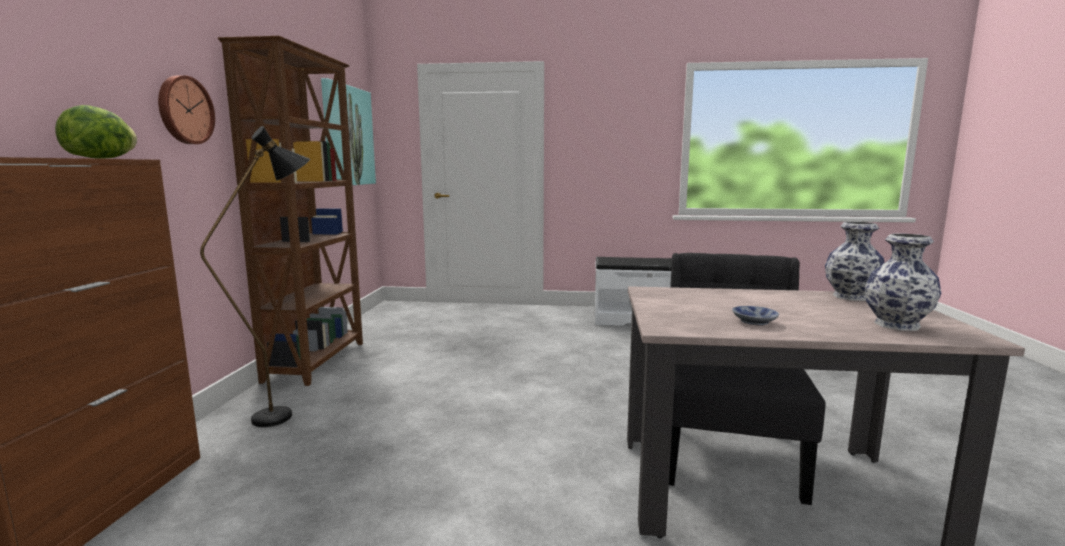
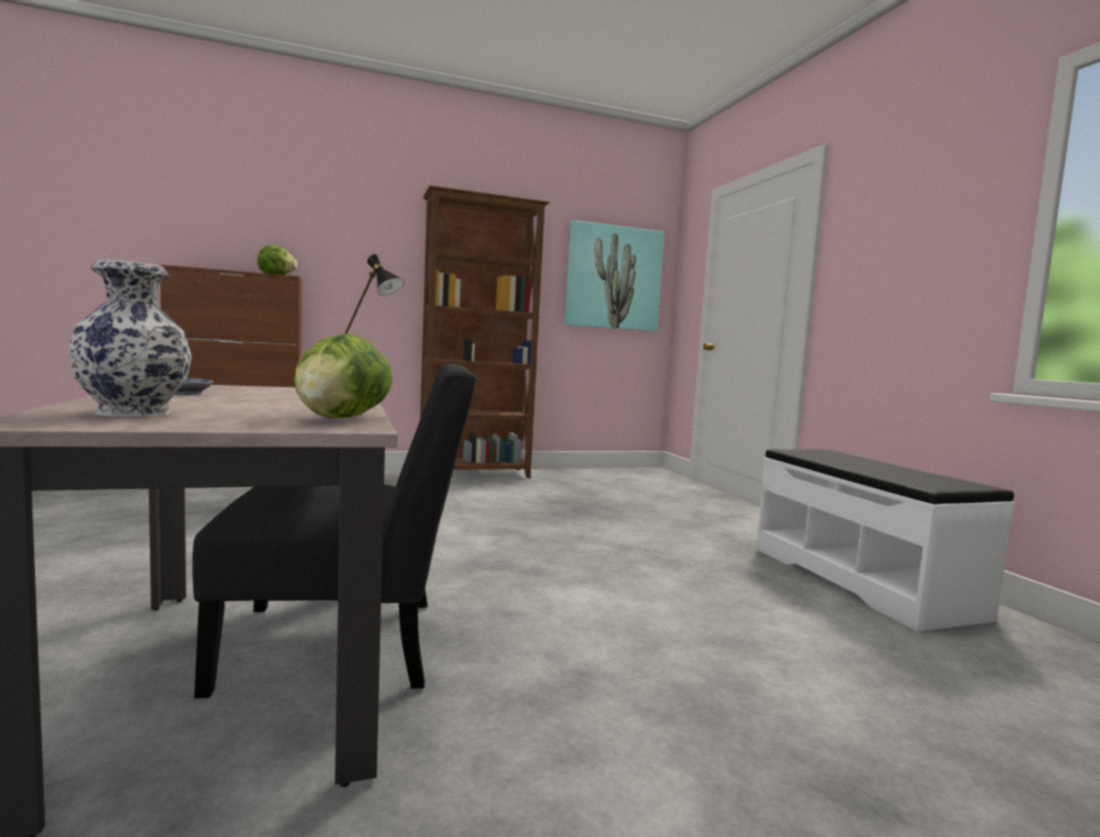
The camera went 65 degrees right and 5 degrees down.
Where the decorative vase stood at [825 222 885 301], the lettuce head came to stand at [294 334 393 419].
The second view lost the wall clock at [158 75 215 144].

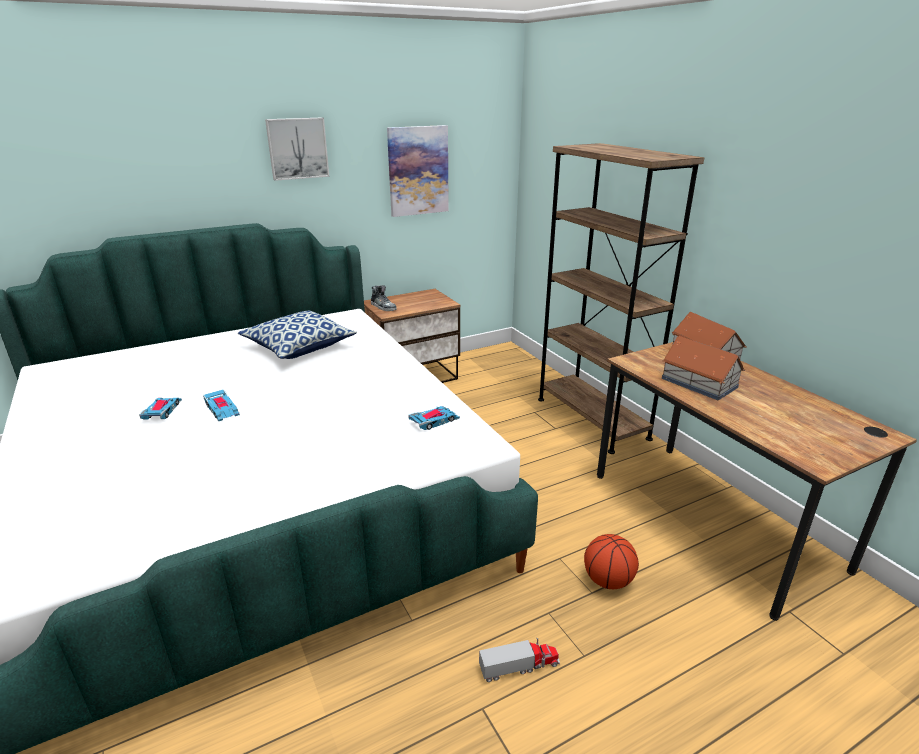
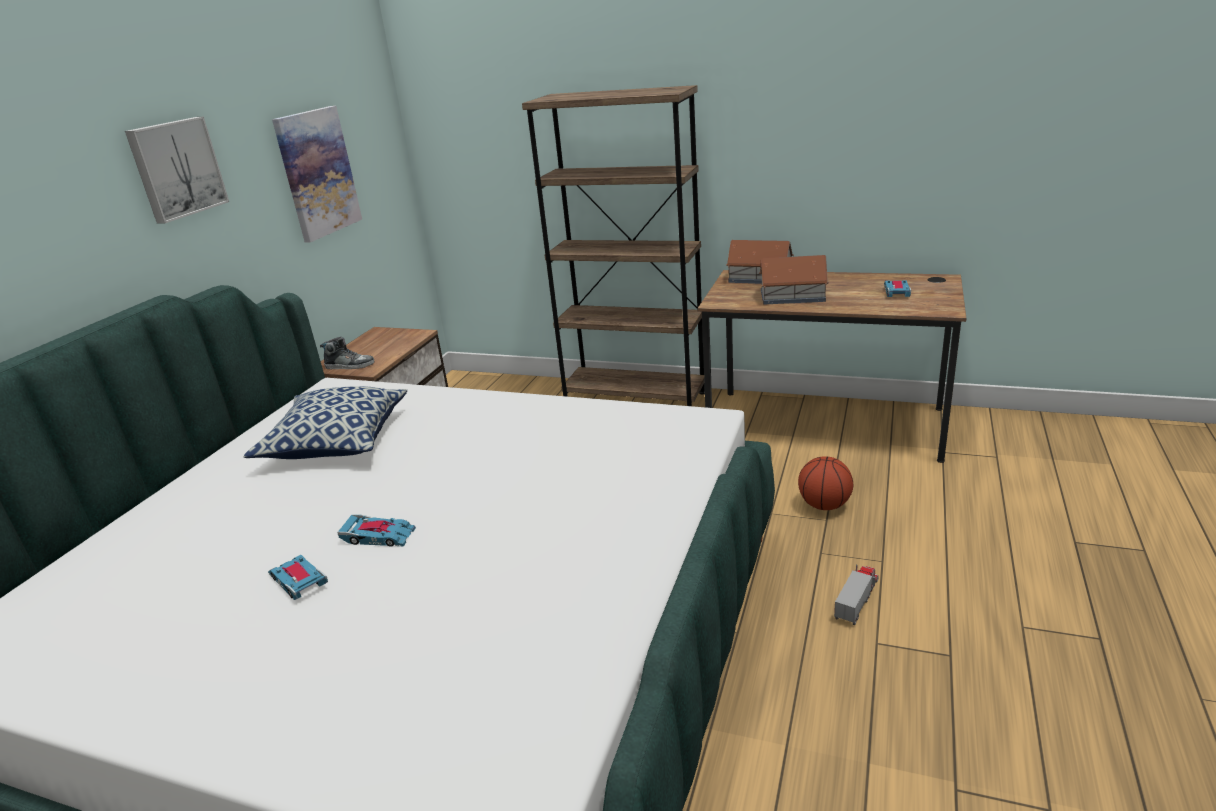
The camera went 40 degrees left and 0 degrees up.
The miniature car ended up elsewhere, having gone from [408 406 460 430] to [884 280 911 297].

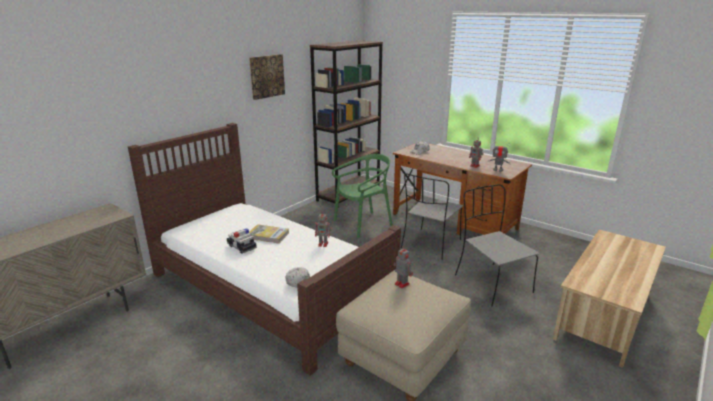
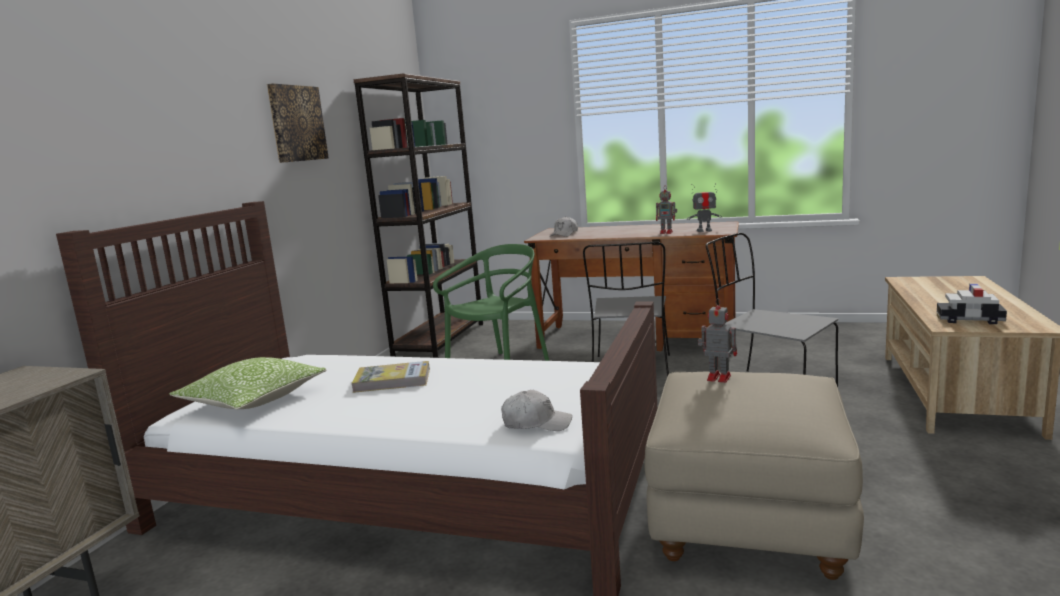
The camera went 20 degrees left and 10 degrees down.
The second view gained the cushion at [169 357 327 410].
The miniature car ended up elsewhere, having gone from [227 228 257 253] to [937 284 1007 324].
The second view lost the model robot at [315 214 332 247].

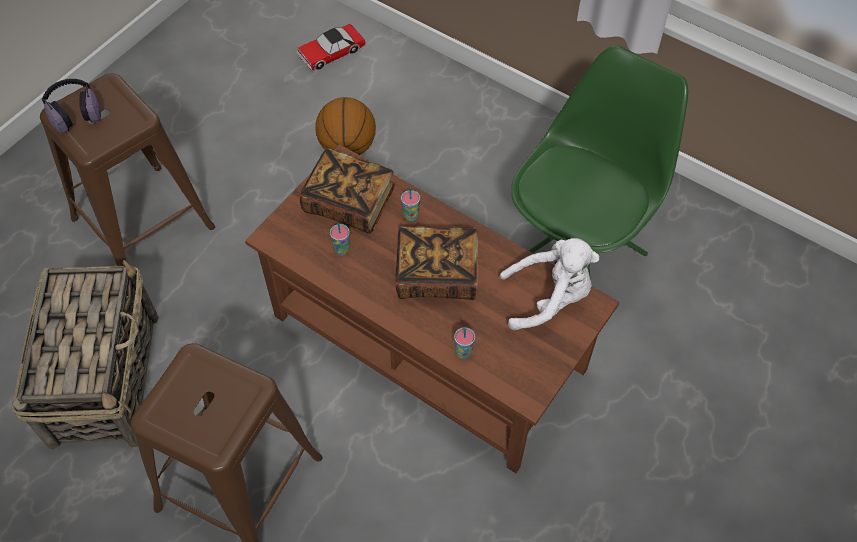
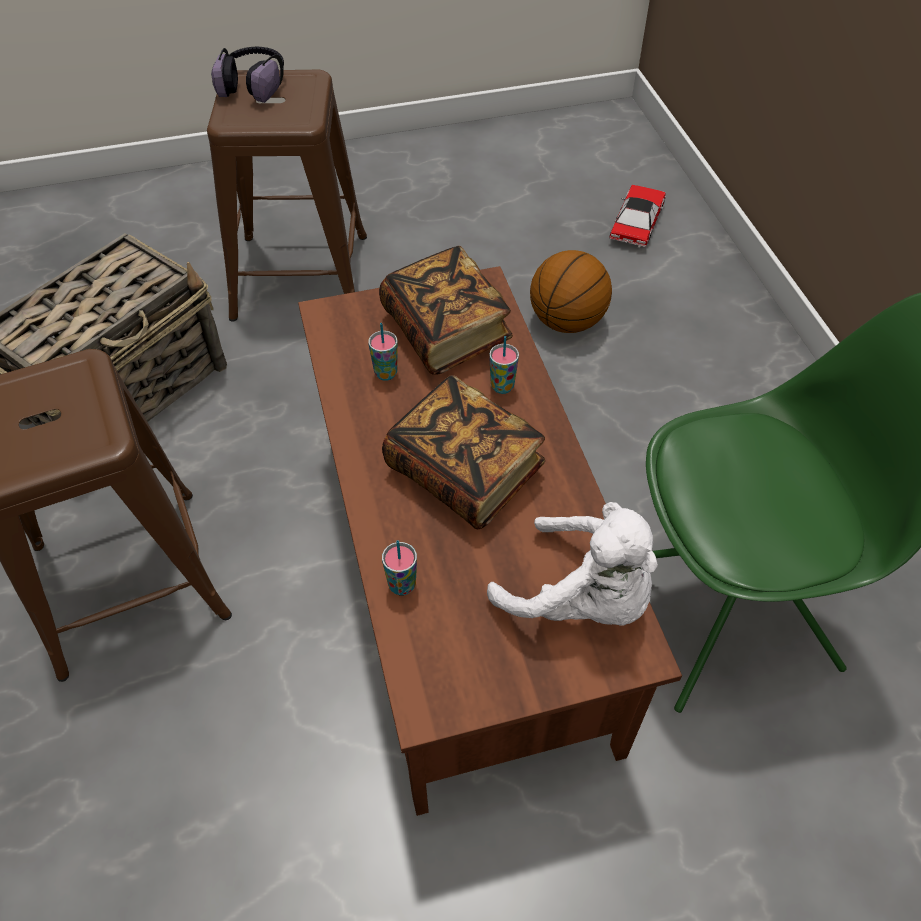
The camera went 40 degrees right and 5 degrees down.
The miniature car at [296 24 366 71] ended up facing another way, 105 degrees clockwise from before.

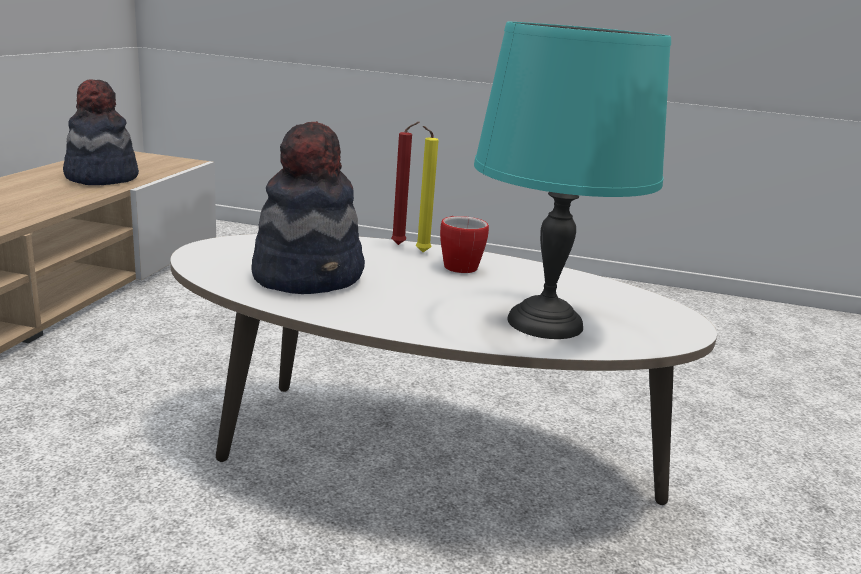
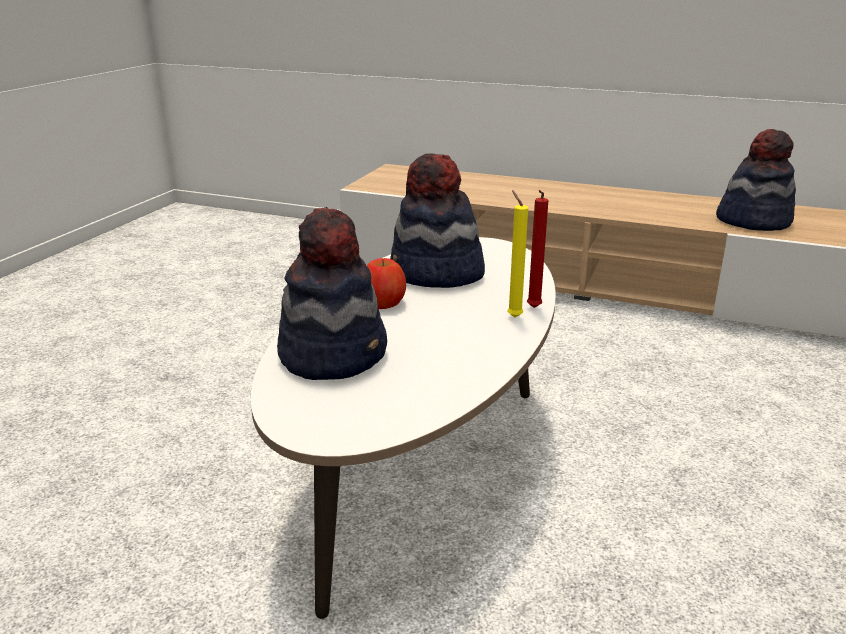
The camera went 100 degrees right and 5 degrees up.
Where the turquoise-coloured lamp for a table stood at [474 22 671 339], the clothing hat came to stand at [277 207 387 380].
The second view gained the whole apple at [367 258 406 309].
The second view lost the coffee mug at [440 216 489 273].

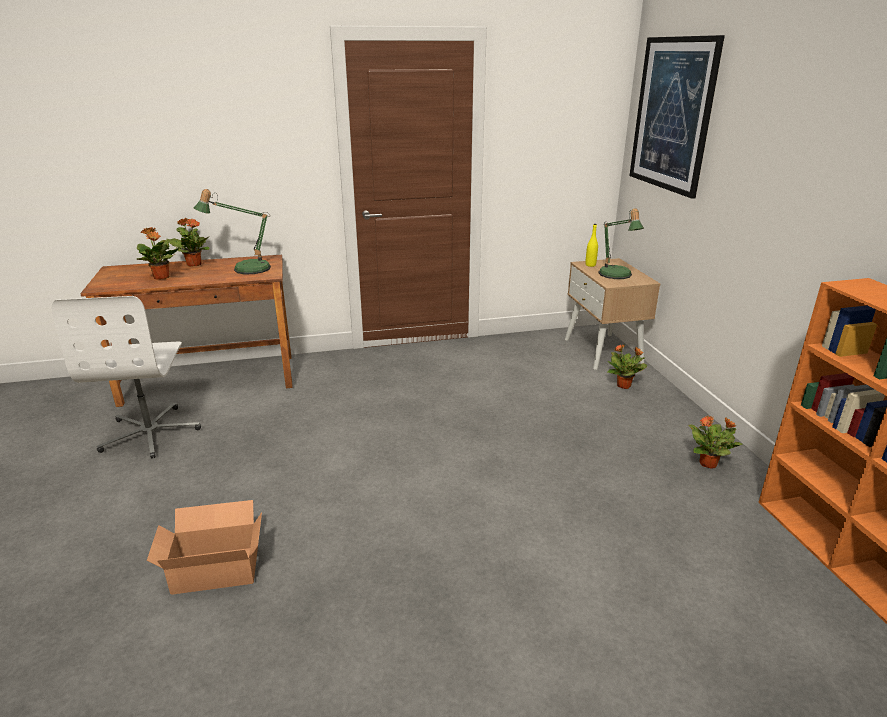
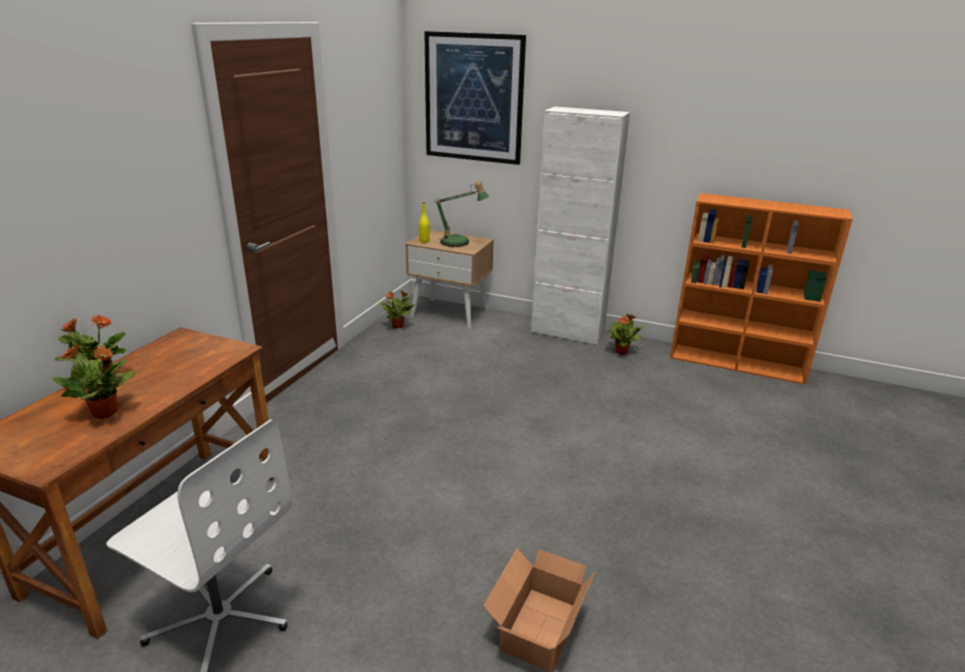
The camera went 55 degrees left and 0 degrees up.
The potted plant ended up elsewhere, having gone from [608 344 647 389] to [380 291 415 328].
The second view gained the white storage cabinet at [531 107 630 345].
The second view lost the lamp for a table at [194 189 271 274].

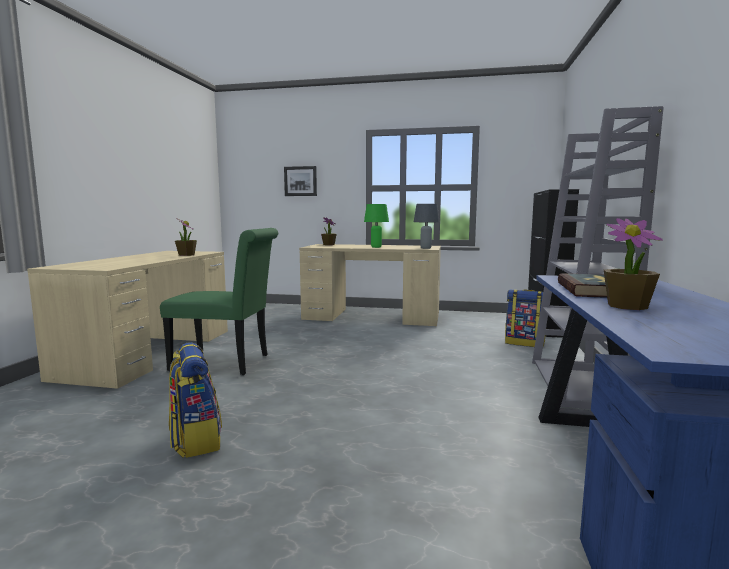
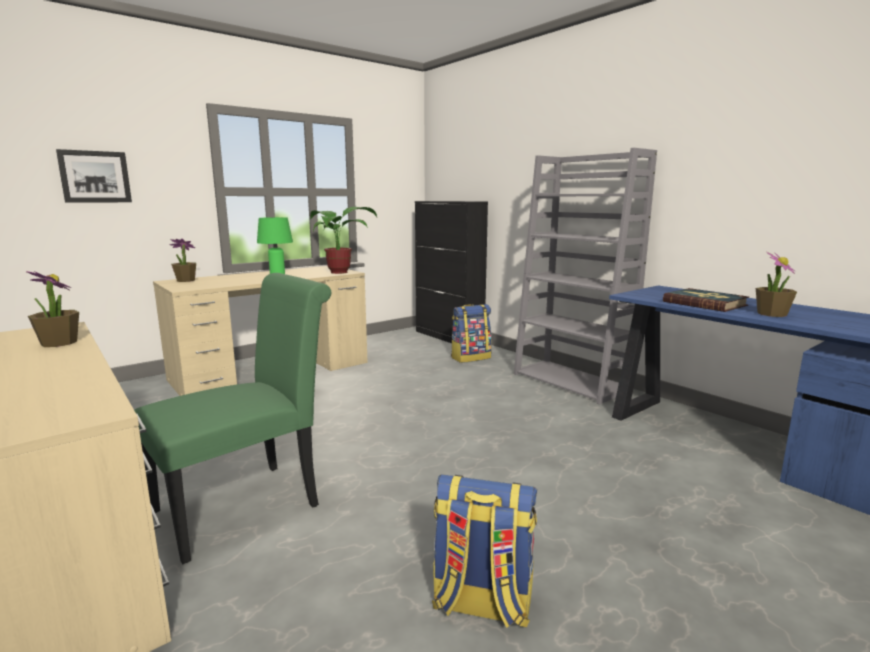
The camera went 50 degrees left and 5 degrees up.
Where the gray lamp for a table stood at [414 204 440 249], the potted plant came to stand at [310 207 377 274].

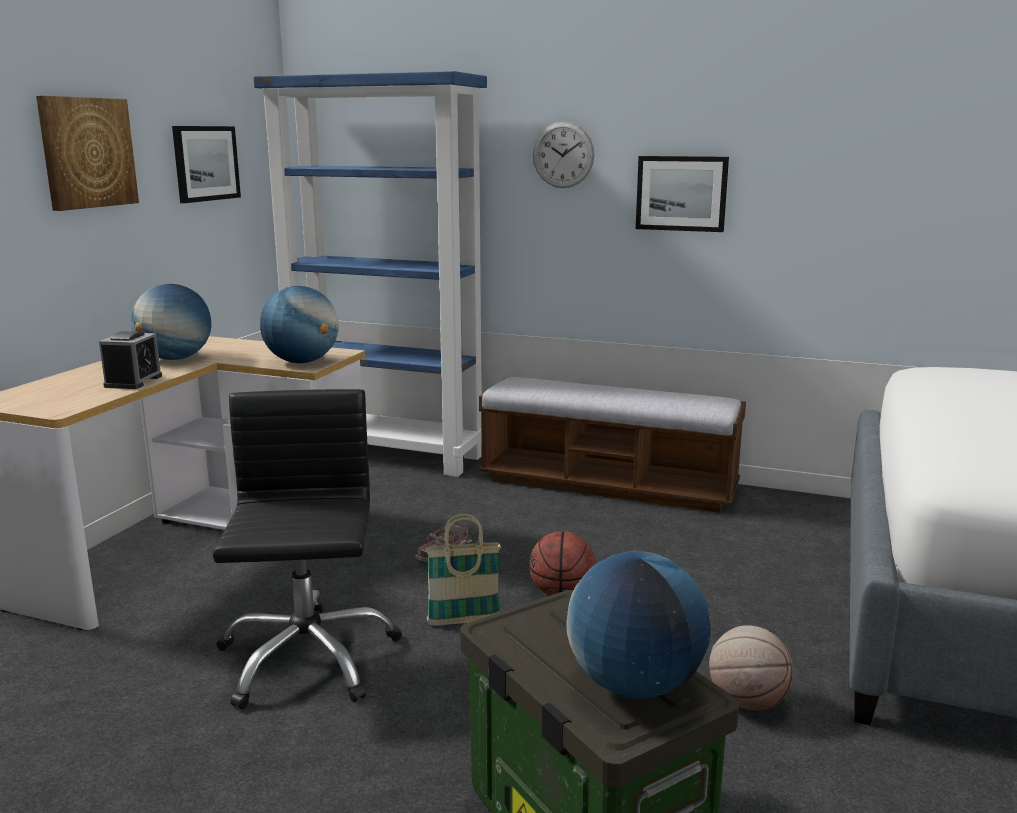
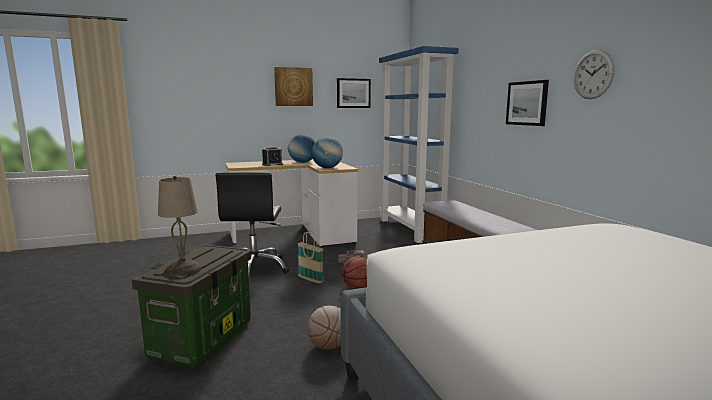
The camera went 50 degrees right and 5 degrees down.
Where the globe stood at [566 551 711 699], the beige-coloured lamp for a table came to stand at [158 176 201 276].
The black-coloured office chair at [212 389 402 709] ended up facing another way, 135 degrees clockwise from before.
The wall clock ended up elsewhere, having gone from [533 122 595 188] to [574 50 615 99].

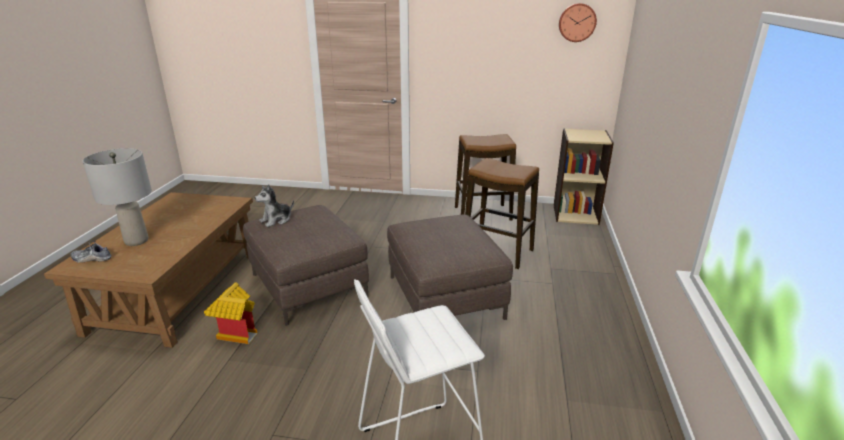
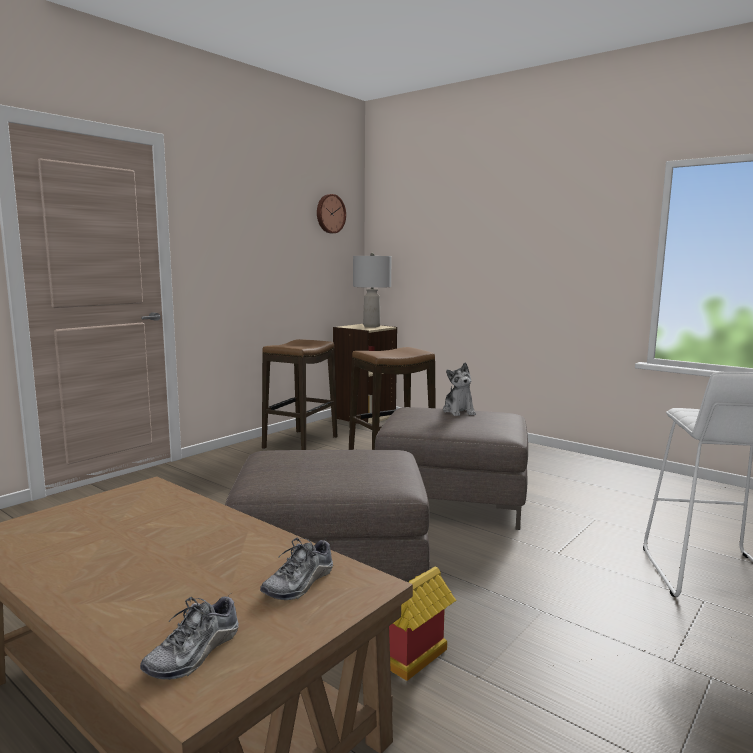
The camera went 60 degrees left and 15 degrees down.
The second view gained the shoe at [260 537 333 600].
The gray lamp for a table ended up elsewhere, having gone from [83 148 152 246] to [353 253 392 327].
The plush toy ended up elsewhere, having gone from [255 184 294 227] to [443 362 476 416].

